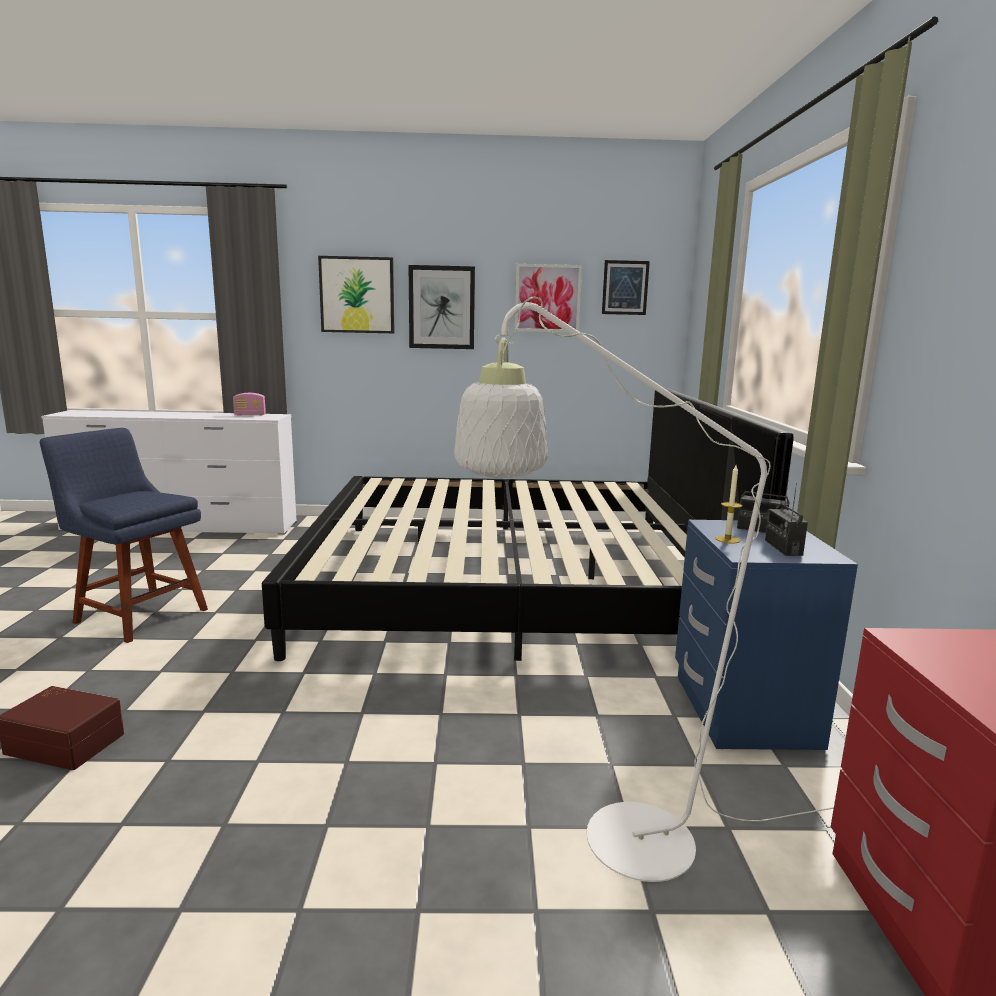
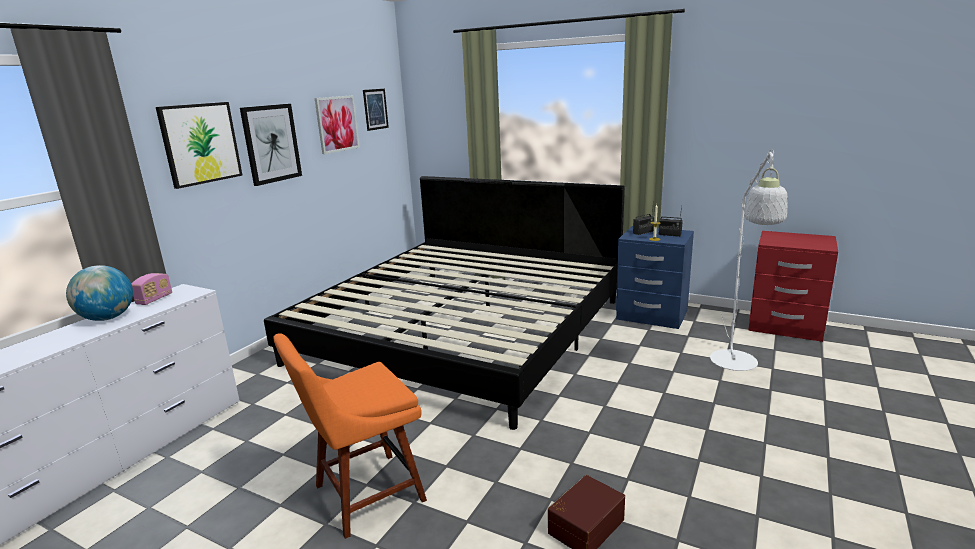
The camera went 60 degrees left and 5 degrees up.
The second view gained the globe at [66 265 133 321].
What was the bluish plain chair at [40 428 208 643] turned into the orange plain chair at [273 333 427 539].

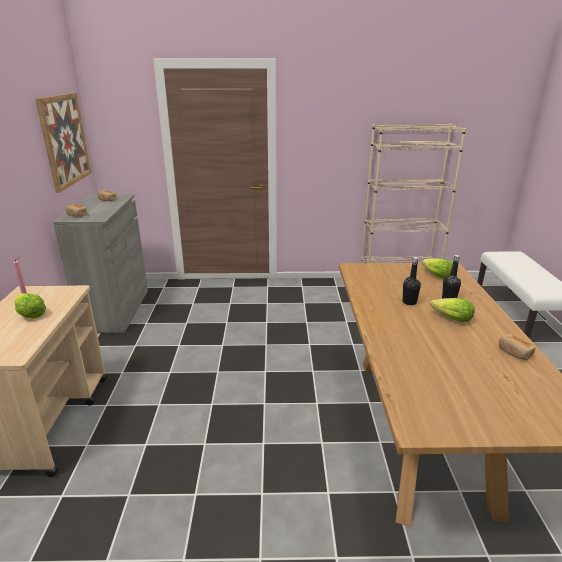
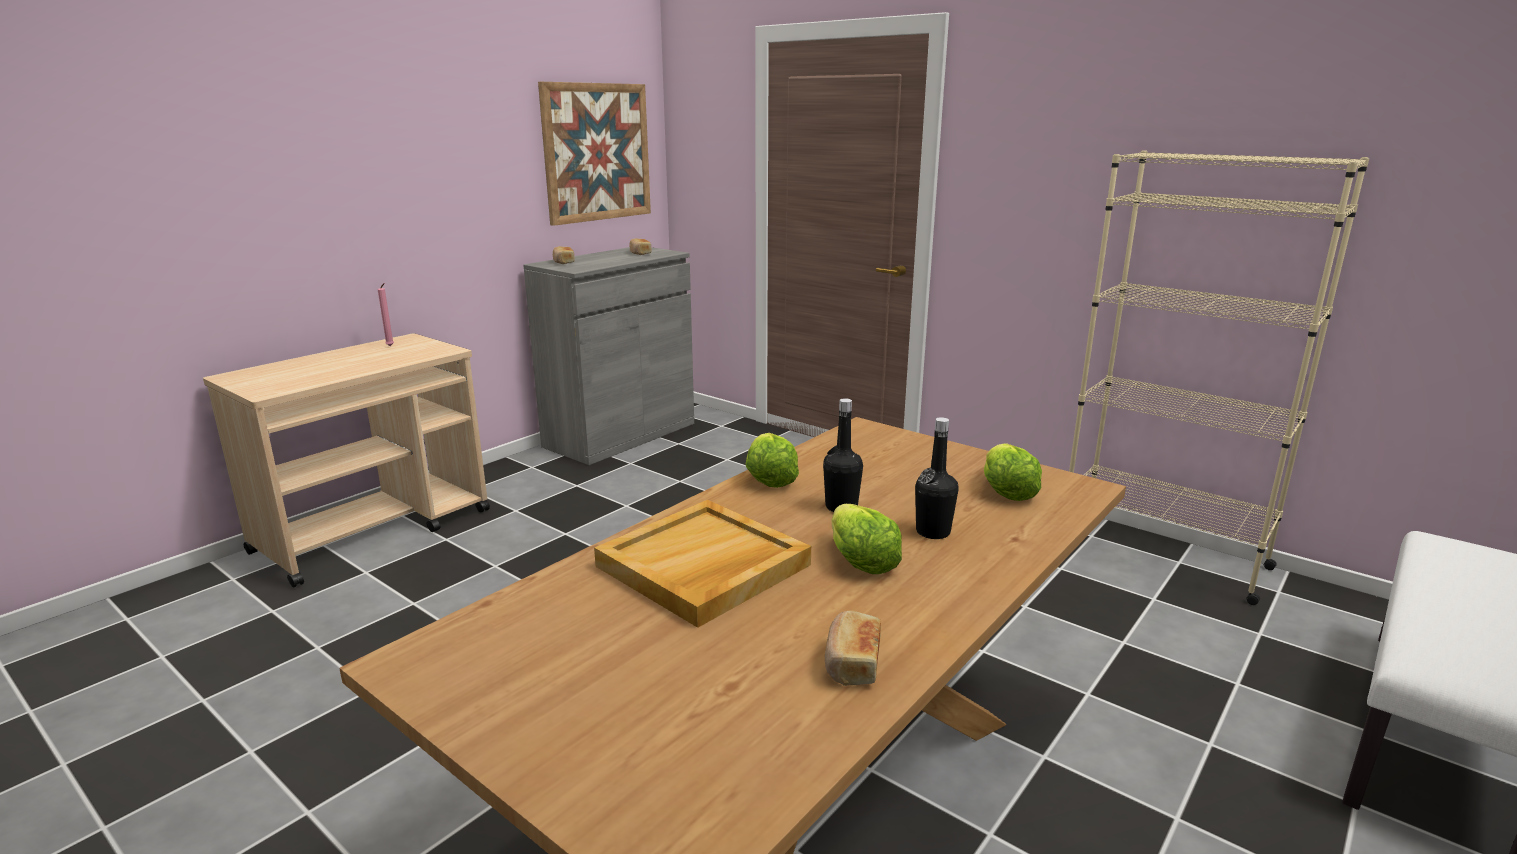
The camera went 40 degrees right and 5 degrees down.
The second view gained the beige-coloured tray at [594 500 811 628].
The lettuce head ended up elsewhere, having gone from [14 293 46 319] to [745 433 799 488].

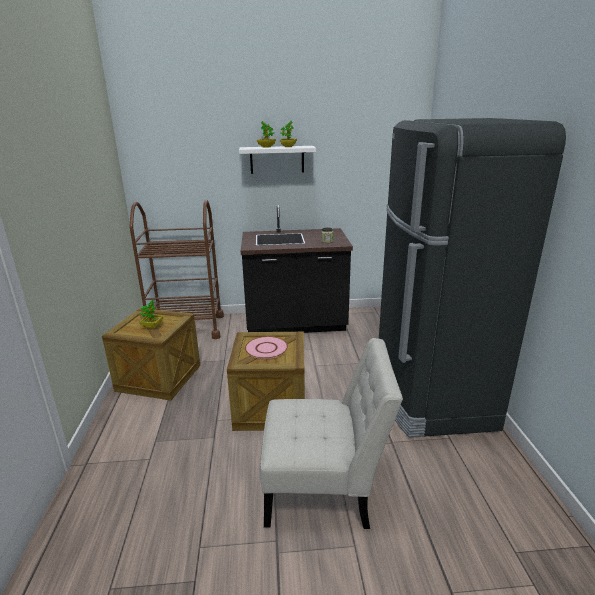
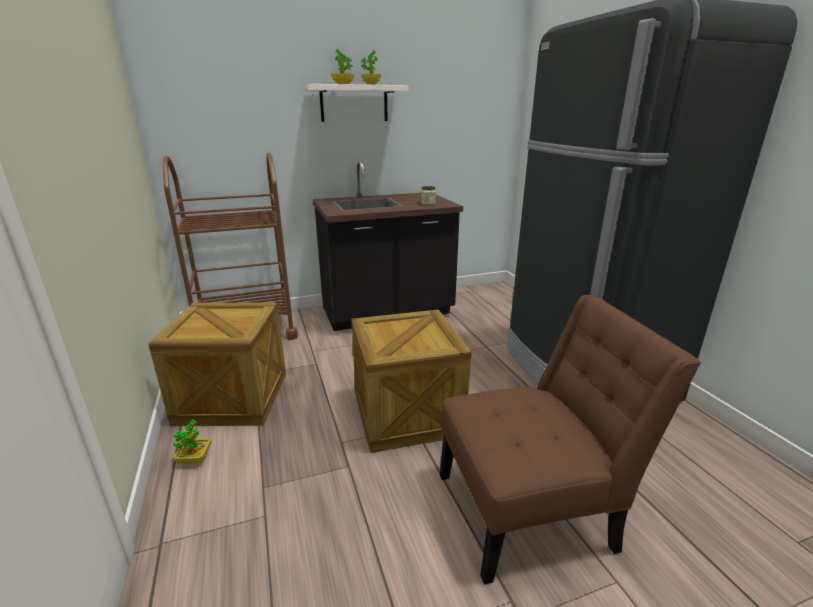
The camera went 15 degrees left and 0 degrees up.
The potted plant ended up elsewhere, having gone from [139 300 163 329] to [173 420 212 464].
What was the white plain chair at [260 338 403 529] turned into the brownish plain chair at [440 295 701 585].
The second view lost the pinkish dinner plate at [245 336 288 359].

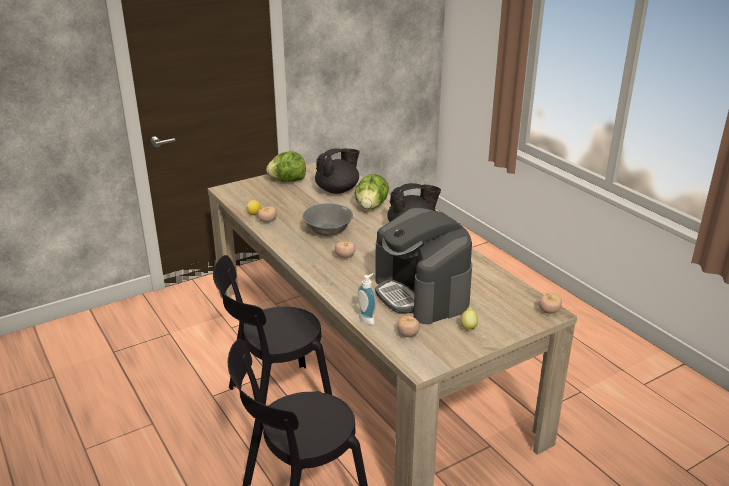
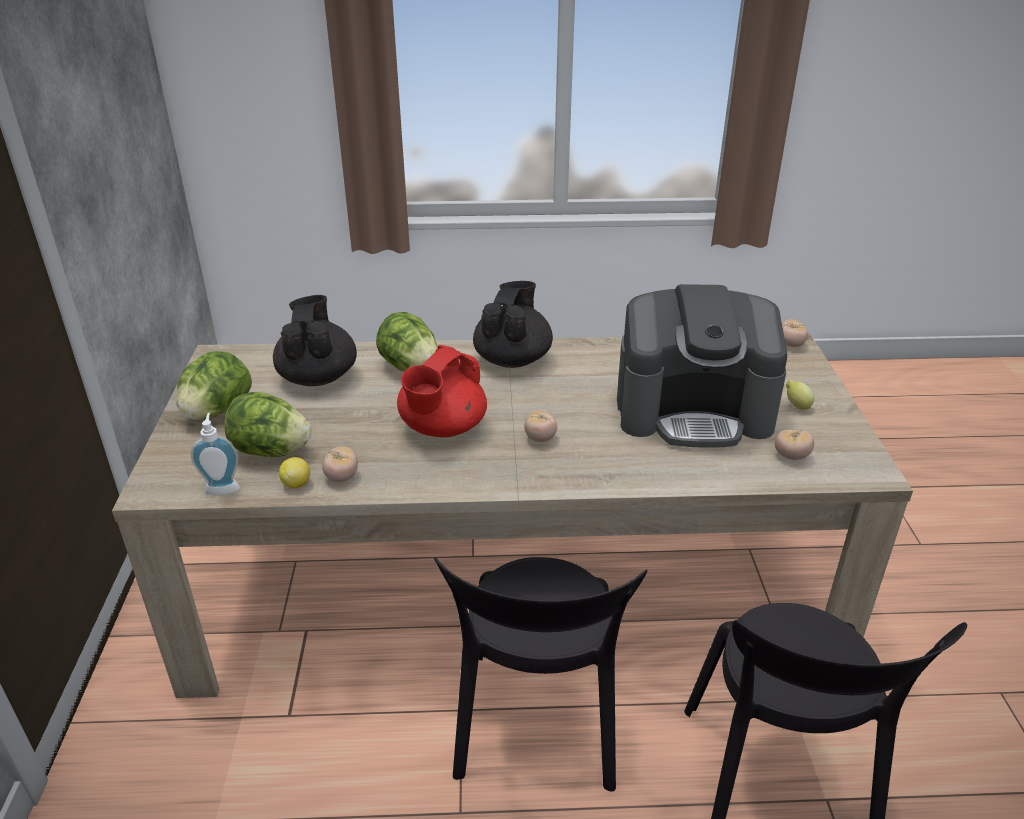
The camera went 60 degrees left and 5 degrees up.
The liquid soap bottle ended up elsewhere, having gone from [358 273 376 325] to [191 413 240 495].
The second view gained the lettuce head at [224 392 312 457].
Where the gray bowl stood at [302 203 353 236], the red-coloured teapot came to stand at [397 345 487 437].

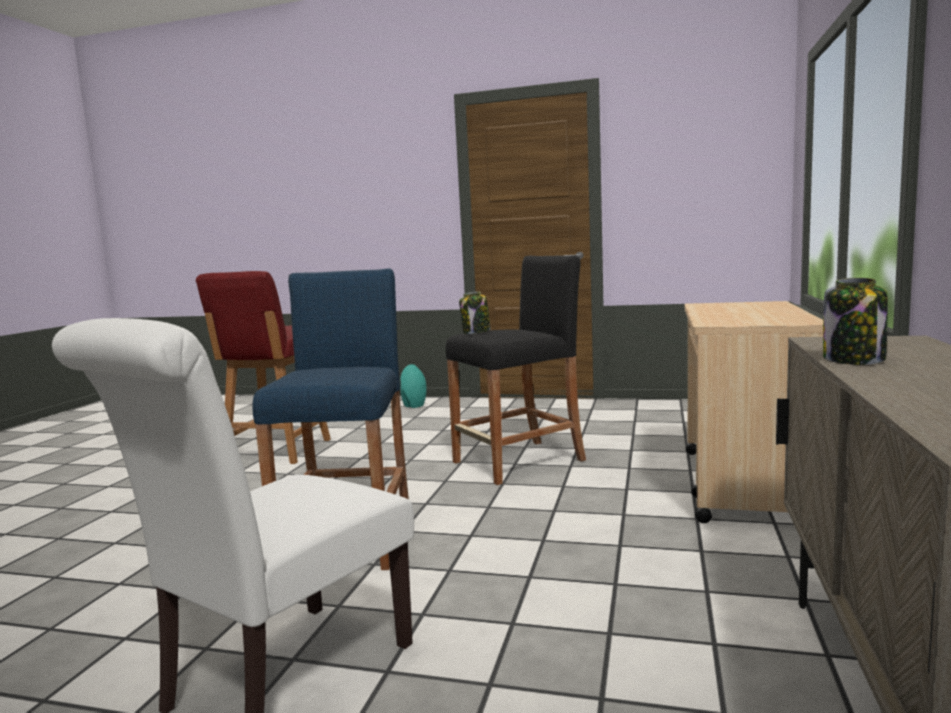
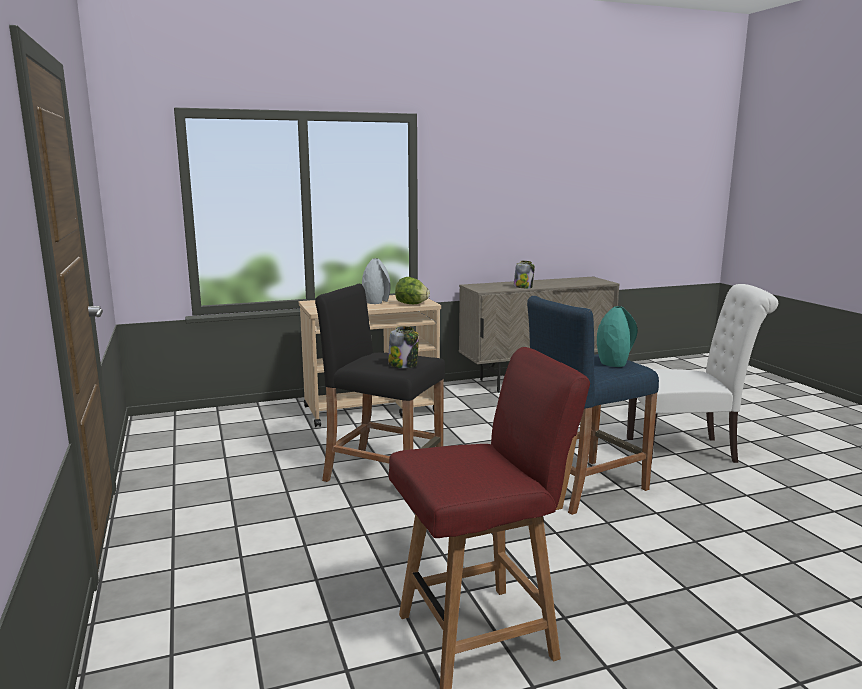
The camera went 125 degrees left and 5 degrees up.
The second view gained the gray decorative vase at [362 258 391 304].
The second view gained the lettuce head at [395 277 430 304].
The turquoise-coloured decorative vase ended up elsewhere, having gone from [401 364 427 408] to [597 306 638 367].

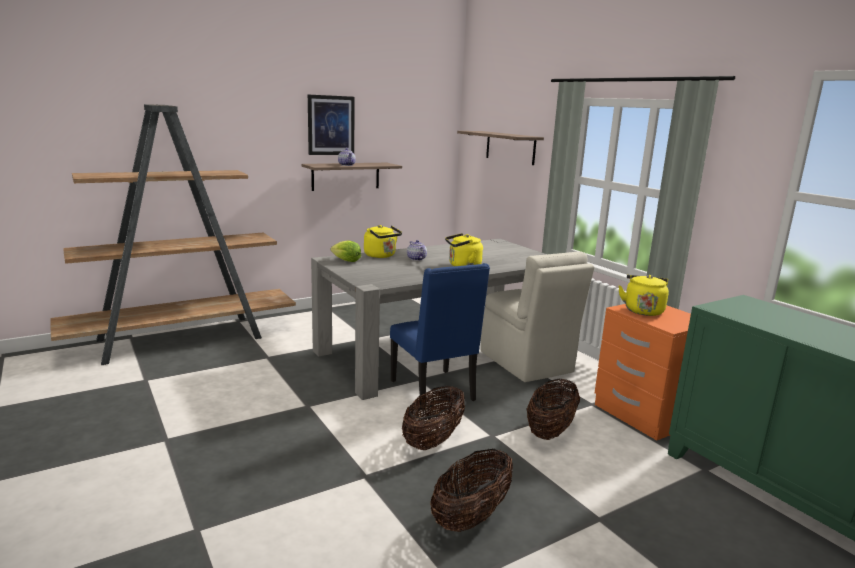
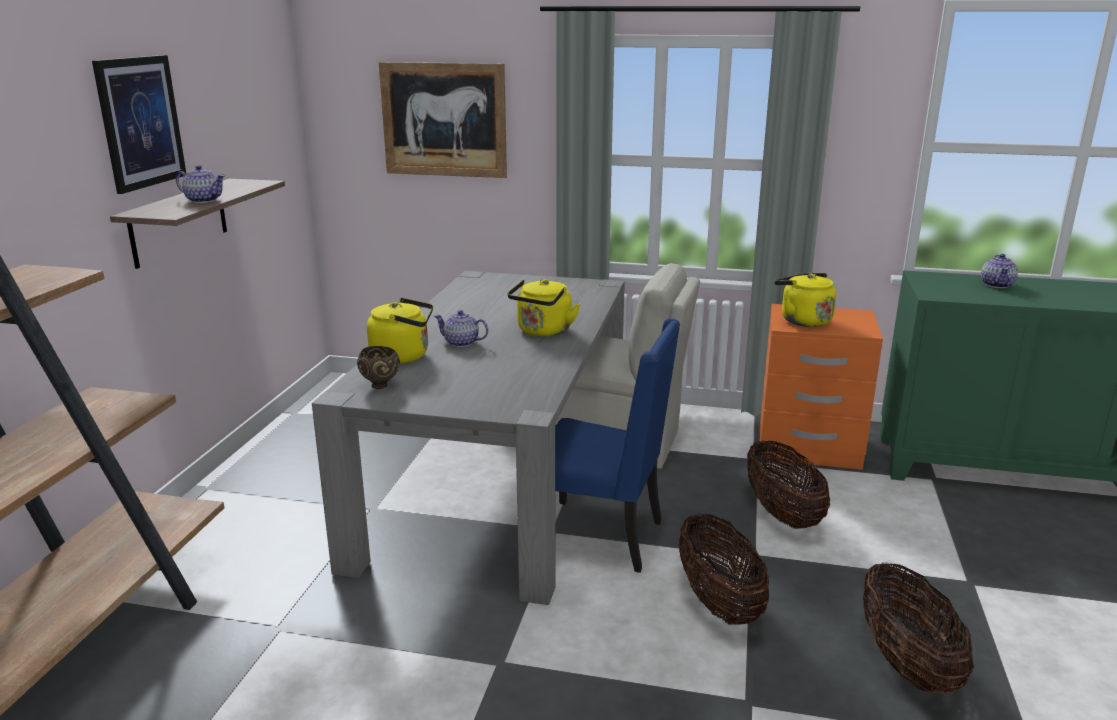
The camera went 45 degrees left and 5 degrees up.
Where the lettuce head stood at [331 240 361 262], the brownish bowl came to stand at [357 346 400 389].
Where the wall shelf hung at [457 131 544 165], the wall picture came to hang at [379 62 507 178].
The second view gained the teapot at [981 254 1018 288].

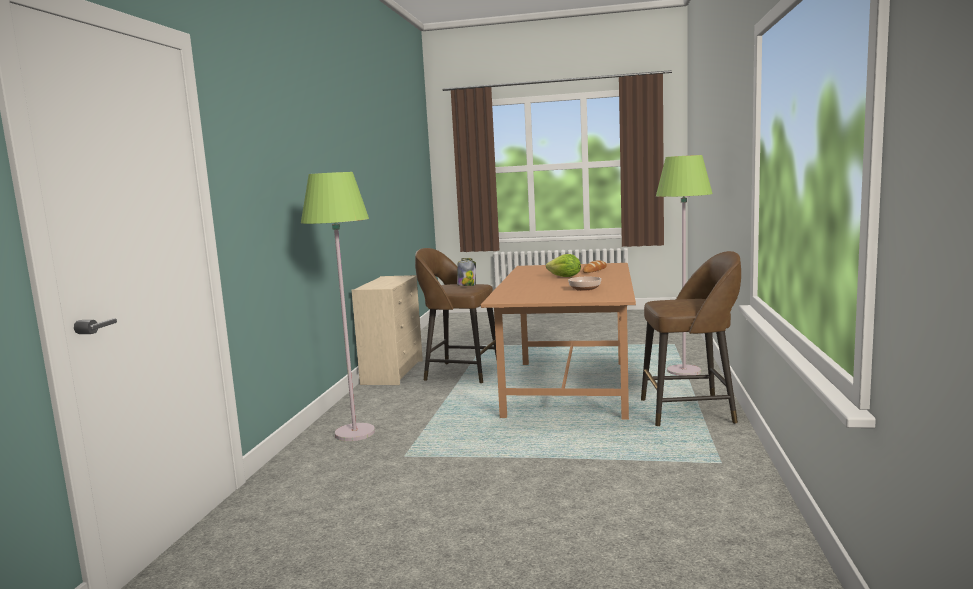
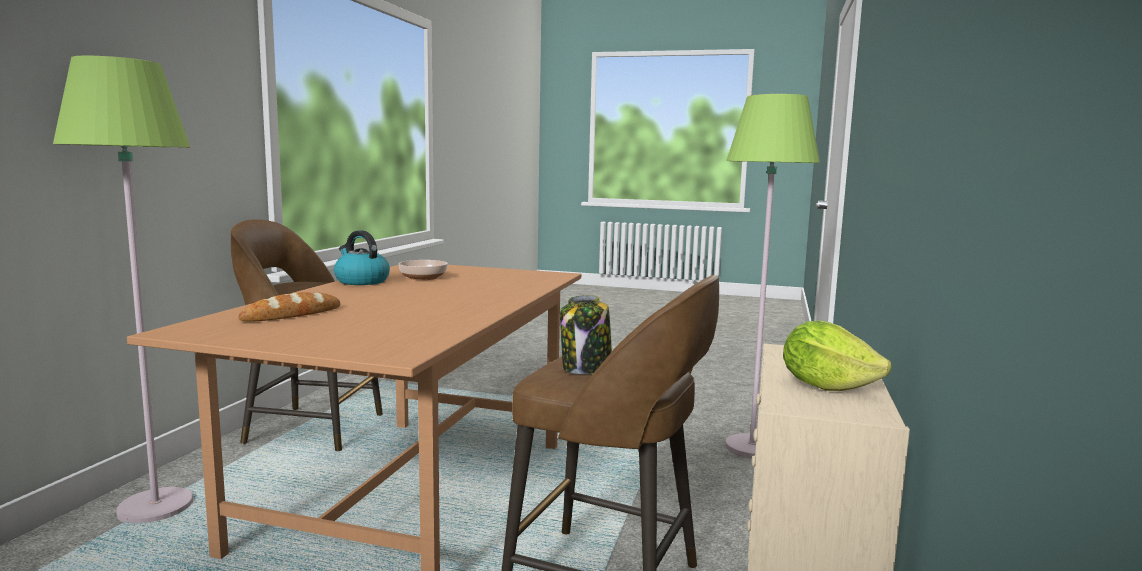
The camera went 175 degrees left and 0 degrees up.
The second view gained the tea kettle at [334 231 390 285].
The lettuce head ended up elsewhere, having gone from [546 254 581 277] to [783 321 891 391].

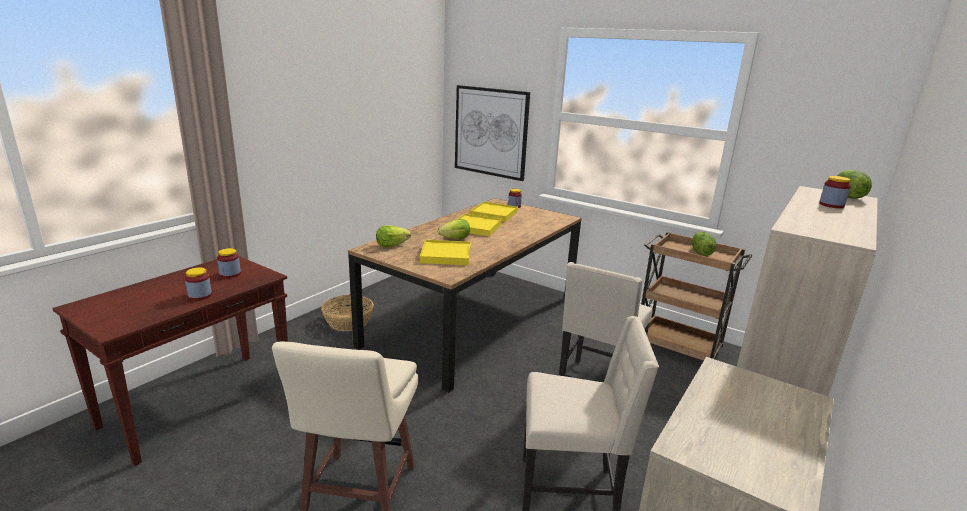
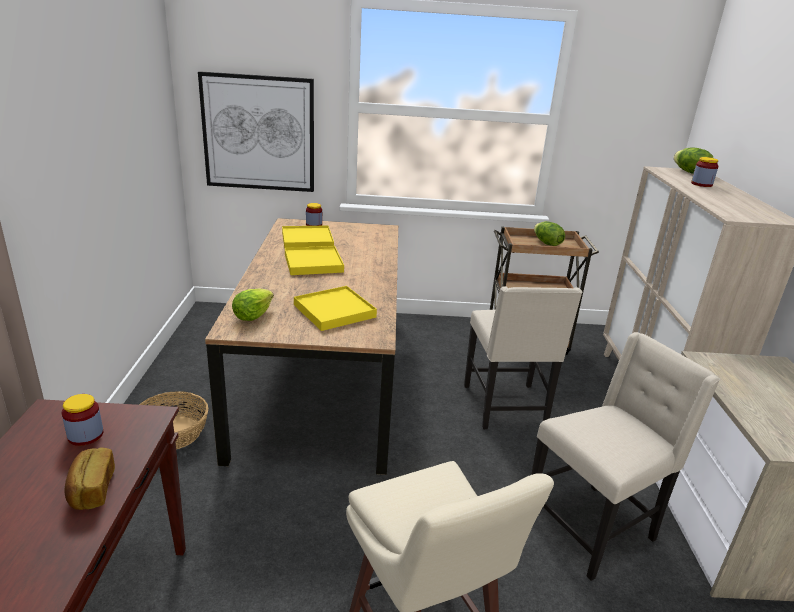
The camera went 35 degrees left and 5 degrees up.
Where the storage jar stood at [185 268 212 300], the bread came to stand at [64 447 115 510].
The second view lost the lettuce head at [438 219 470 239].

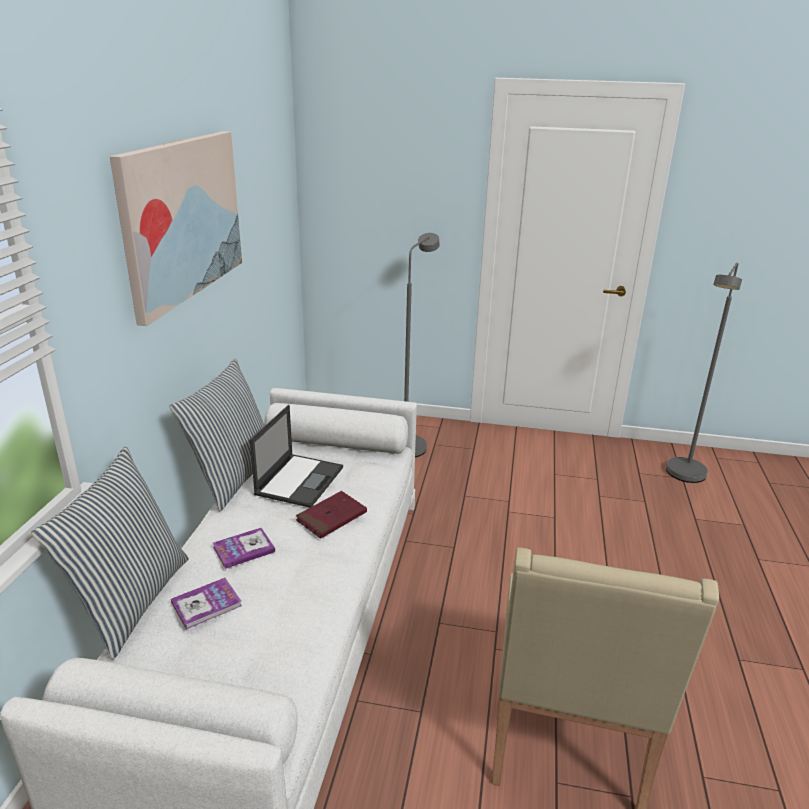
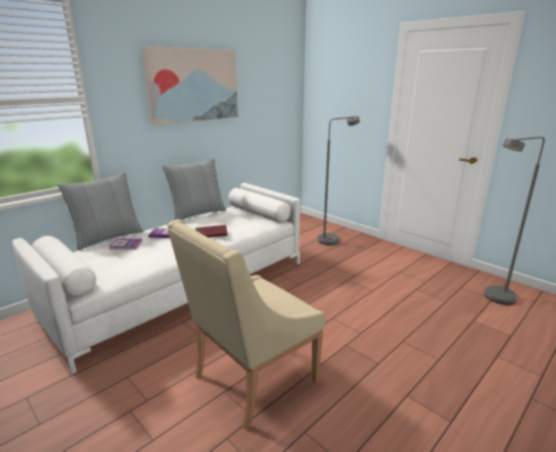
The camera went 35 degrees right and 5 degrees down.
The second view lost the laptop at [250 405 343 508].

